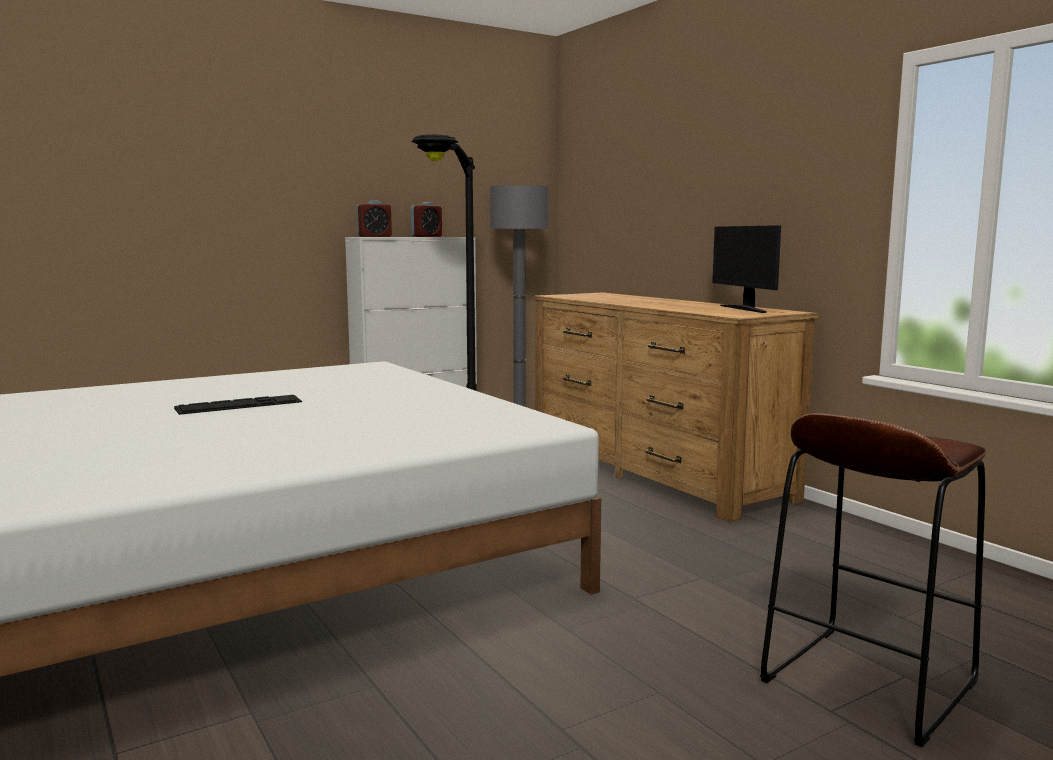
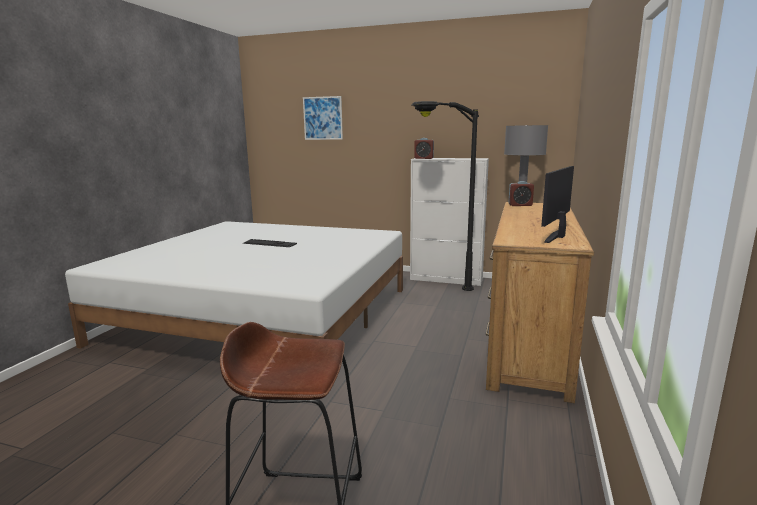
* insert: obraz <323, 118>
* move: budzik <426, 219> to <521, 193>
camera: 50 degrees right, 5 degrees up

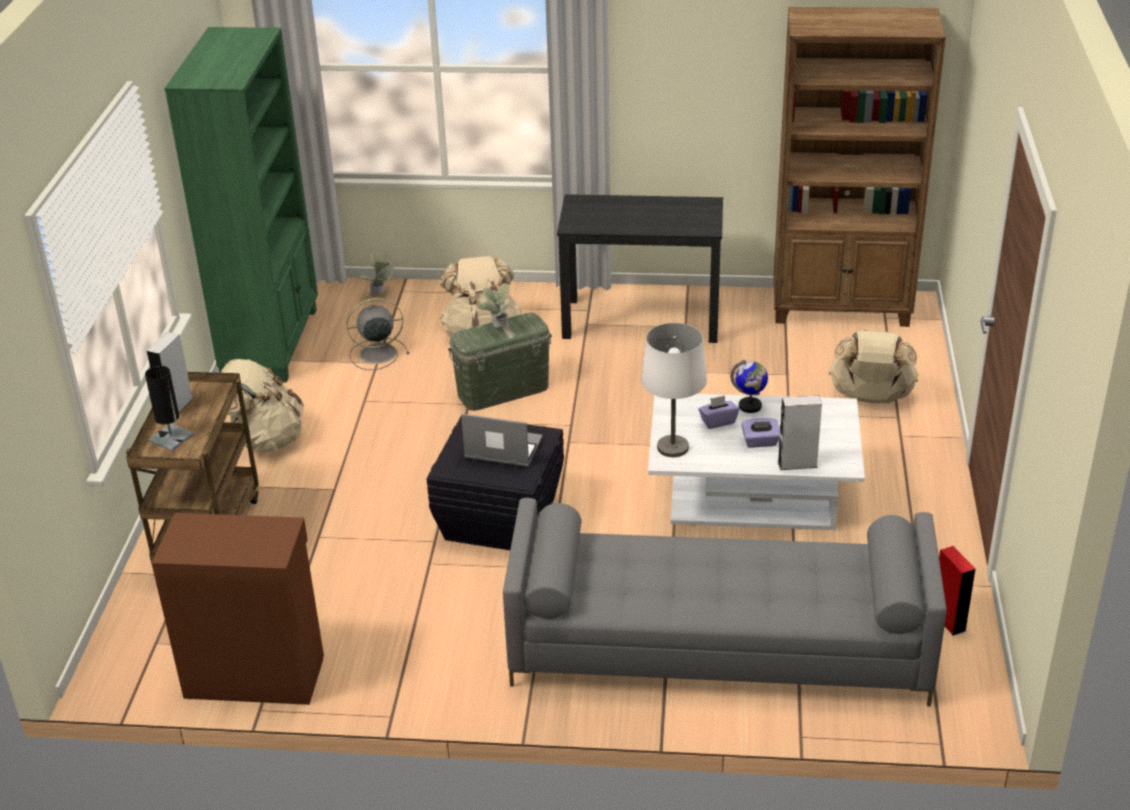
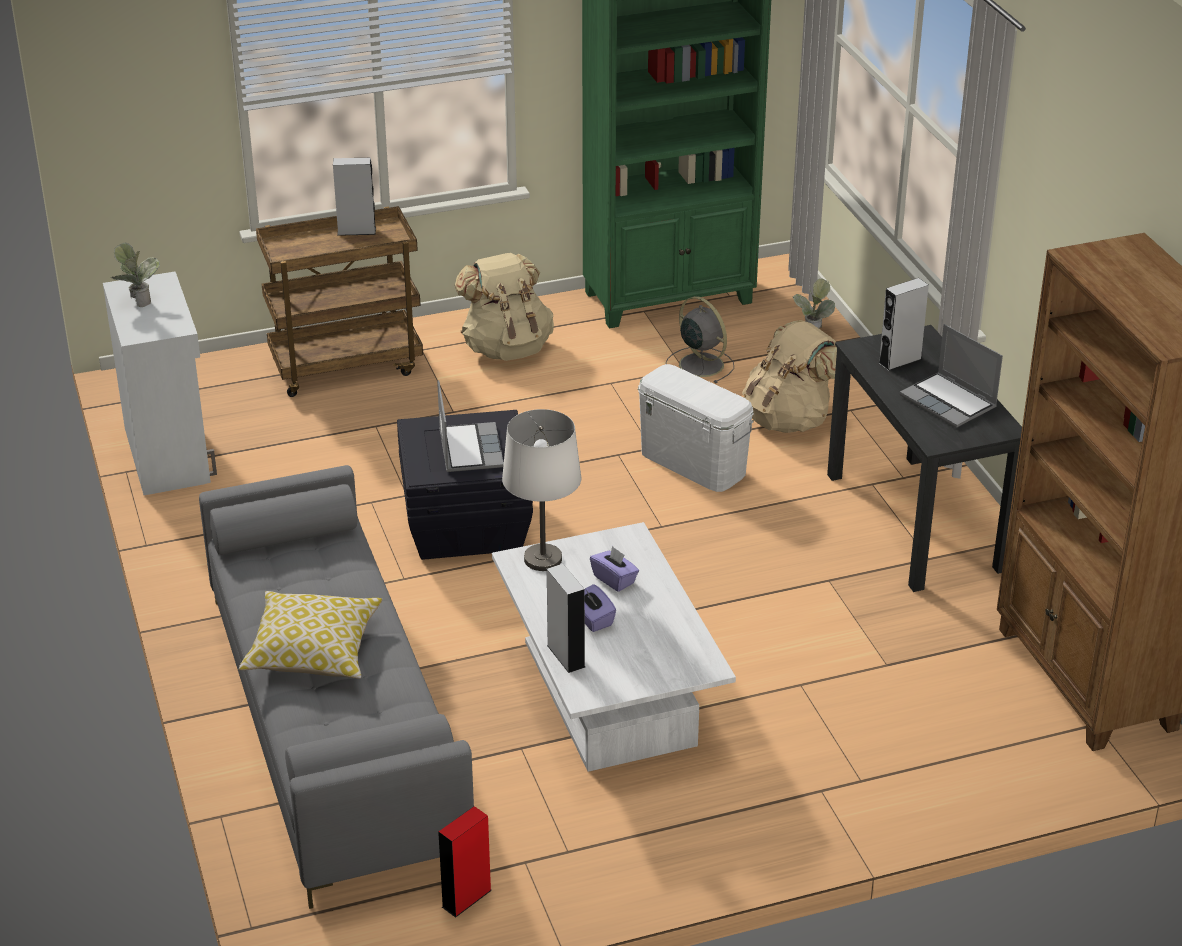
* delete: lampa stołowa/czarny <169, 408>
* delete: globus <749, 386>
* delete: plecak/beżowy <873, 366>
* insert: poduszka <310, 635>
* insert: głośnik/szary <904, 324>
* insert: laptop <951, 376>
* move: roślina doniczkowa <494, 306> to <135, 274>
* recolor: szafka/brązowy <238, 609> to szafka/biały <160, 383>
* recolor: pojemnik do przechowywania/zielony <500, 362> to pojemnik do przechowywania/biały <696, 428>
camera: 65 degrees right, 0 degrees up

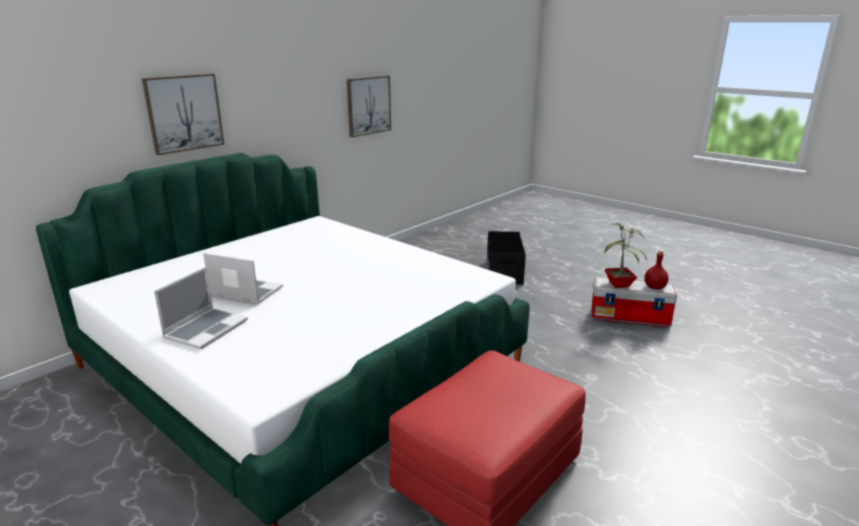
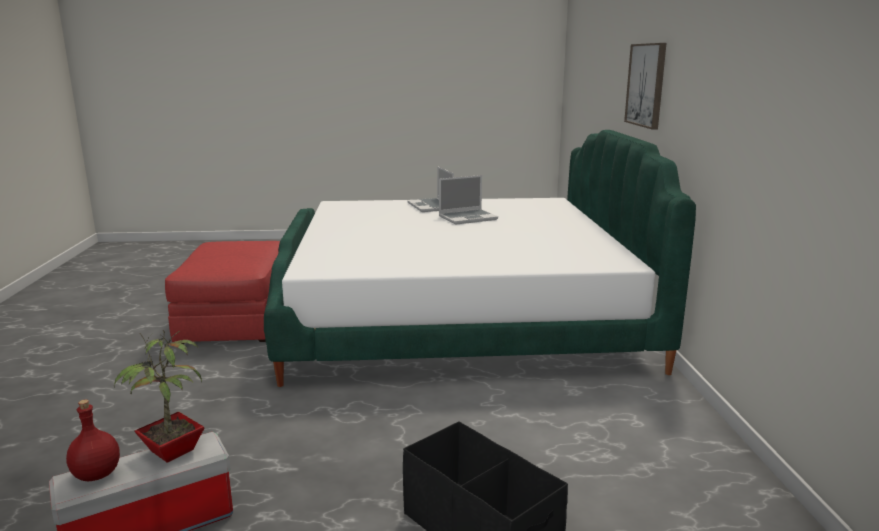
* delete: obraz <369, 106>
camera: 135 degrees right, 5 degrees down

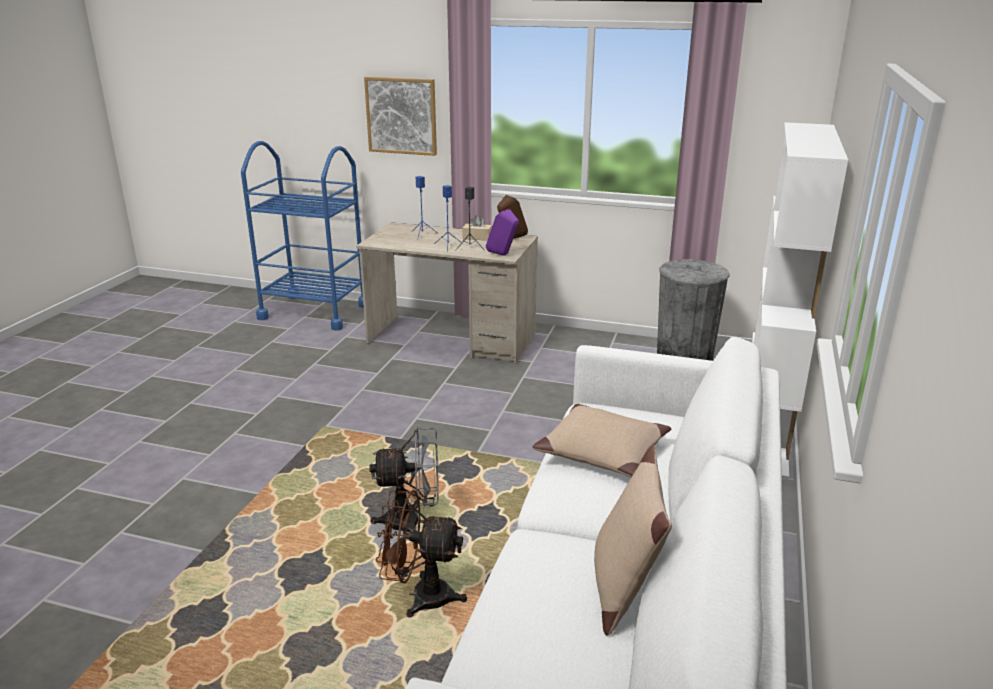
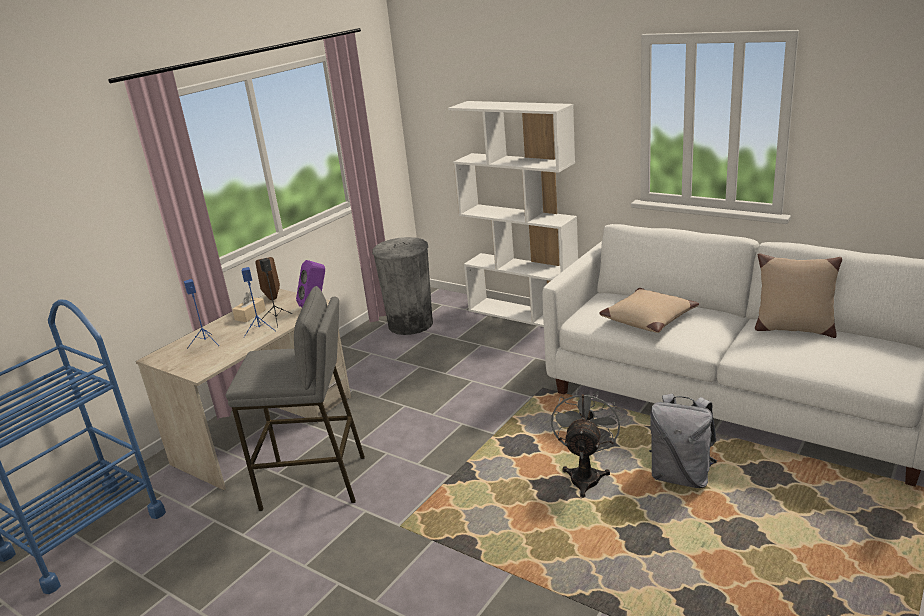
* delete: obraz <400, 116>
* insert: stołek/szary <295, 398>
* replace: wentylator/brązowy <421, 554> to plecak/szary <683, 440>
camera: 70 degrees left, 0 degrees up

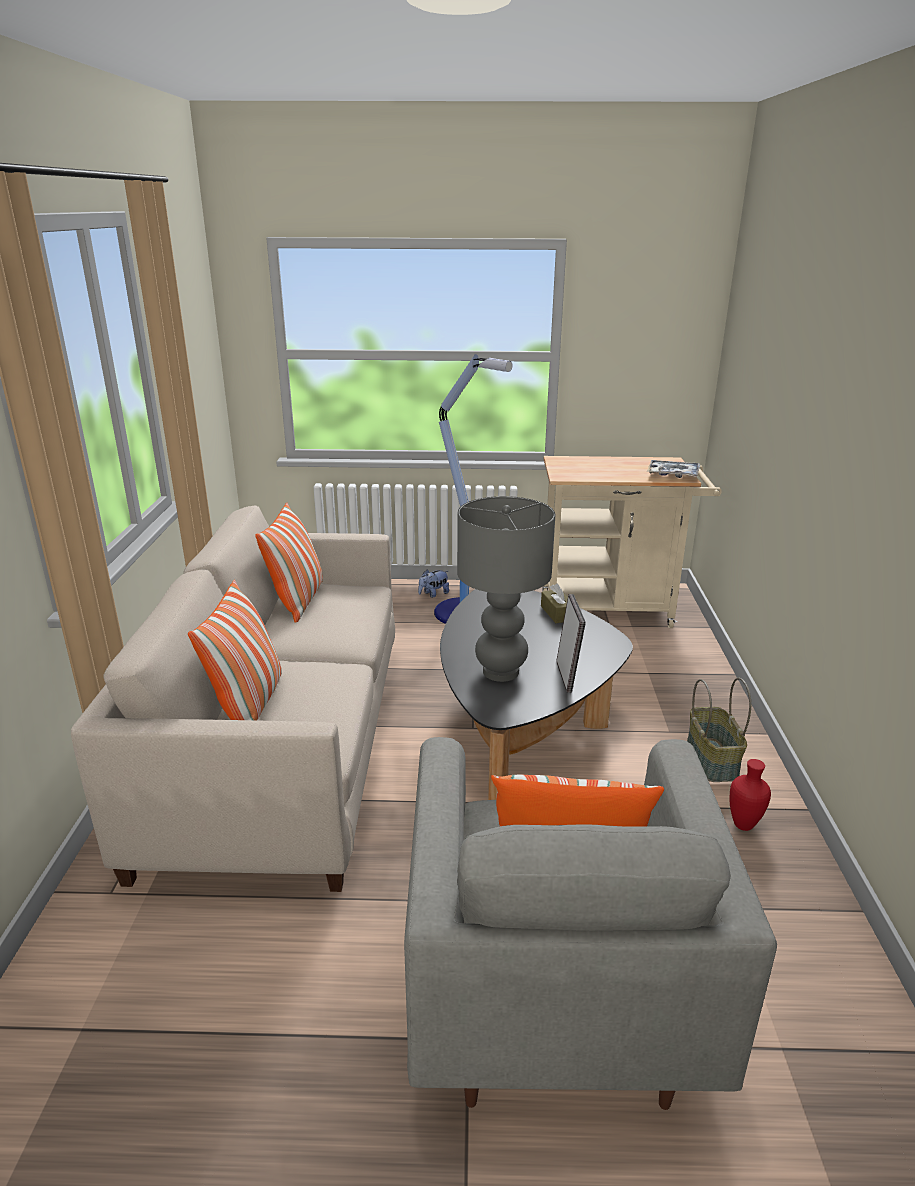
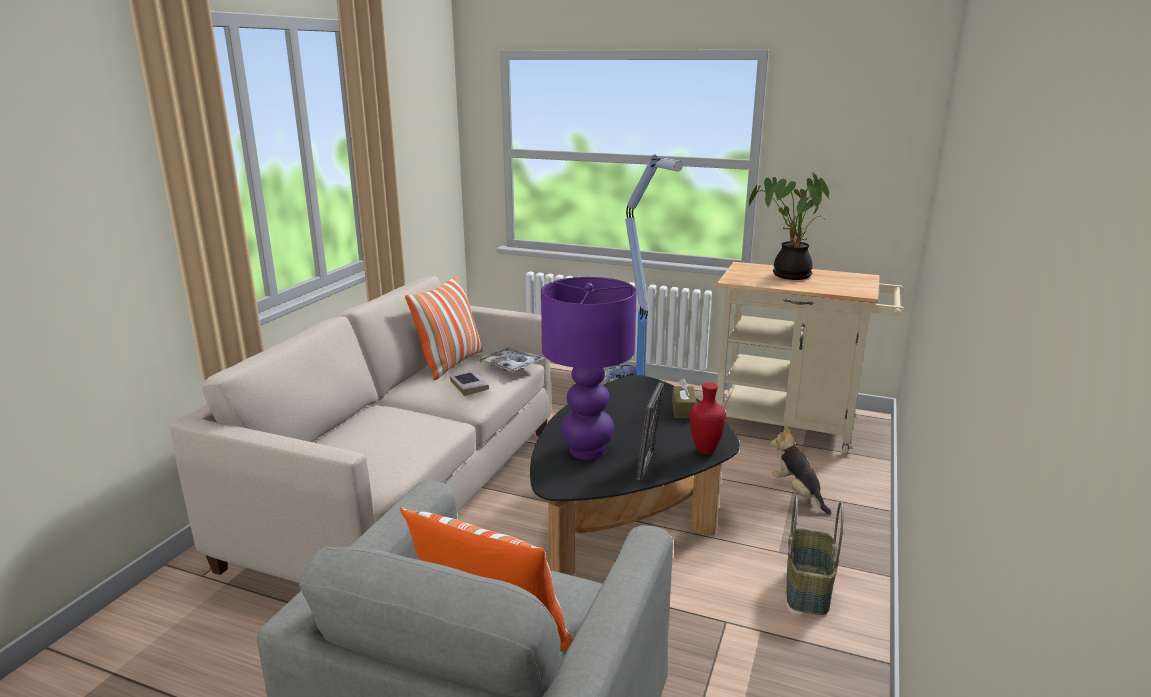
* delete: poduszka <235, 650>
* insert: książka <469, 383>
* insert: roślina doniczkowa <789, 226>
* insert: pluszak <800, 470>
* move: taca <673, 469> to <510, 360>
* move: wazon/czerwony <750, 795> to <708, 419>
* recolor: lampa stołowa/szary <506, 589> to lampa stołowa/fioletowy <588, 368>
camera: 20 degrees right, 5 degrees down

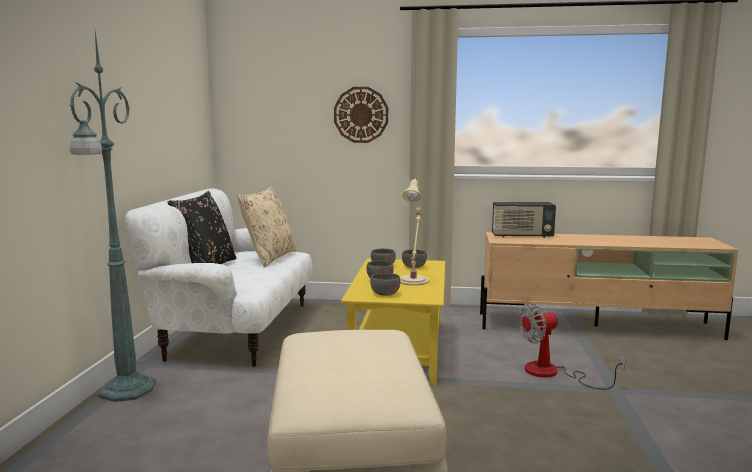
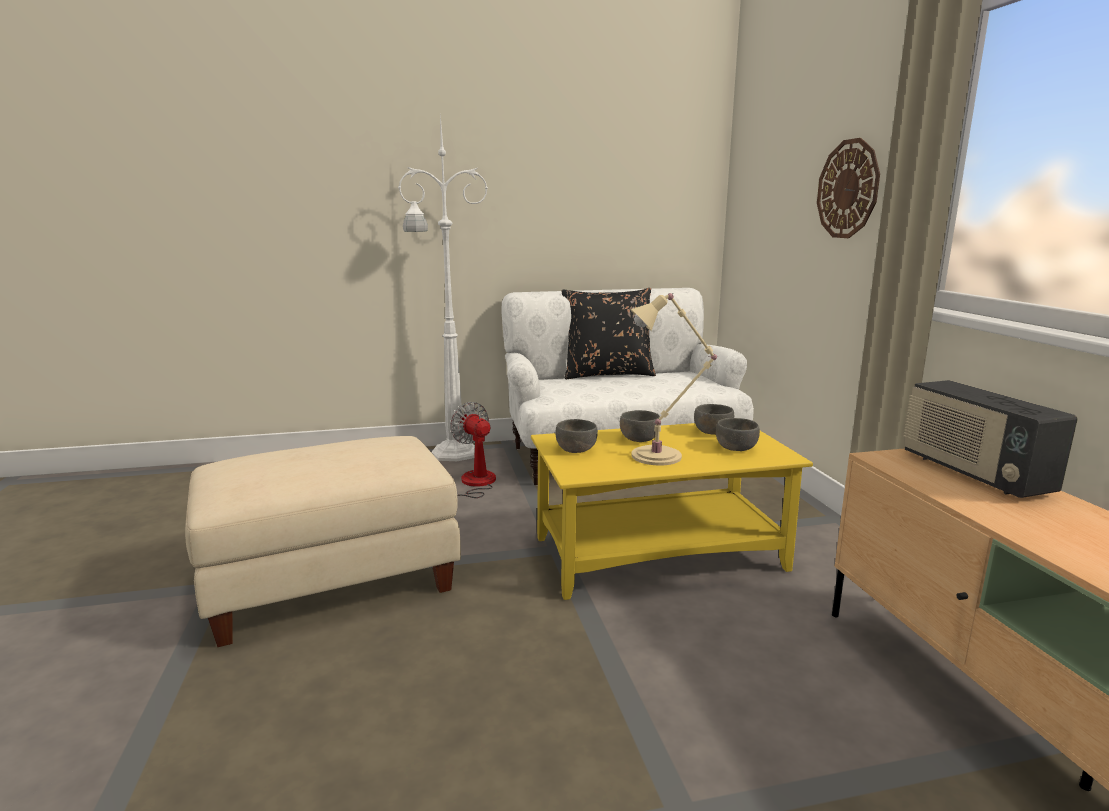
* delete: poduszka/beżowy <266, 227>
* move: wentylator <572, 346> to <473, 450>
* recolor: lampa stojąca/zielony <113, 217> to lampa stojąca/biały <443, 287>
camera: 70 degrees right, 5 degrees up

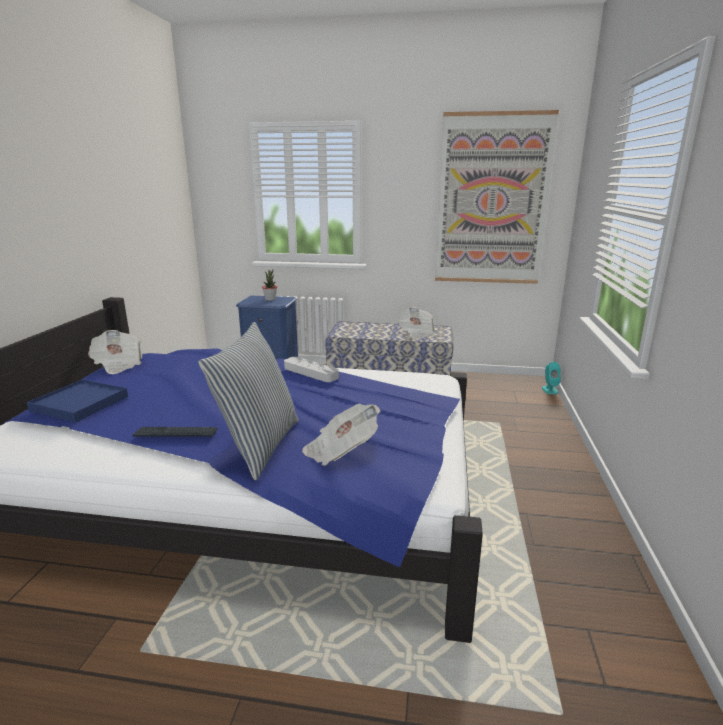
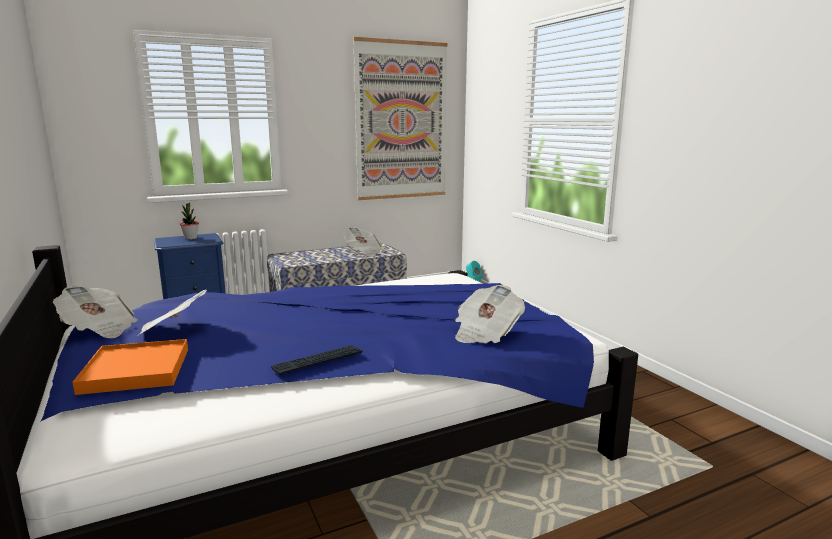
* delete: poduszka <248, 401>
* delete: taca/szary <311, 369>
* insert: gazeta <173, 312>
* recolor: taca/niebieski <77, 400> to taca/pomarańczowy <130, 367>
camera: 35 degrees left, 5 degrees down

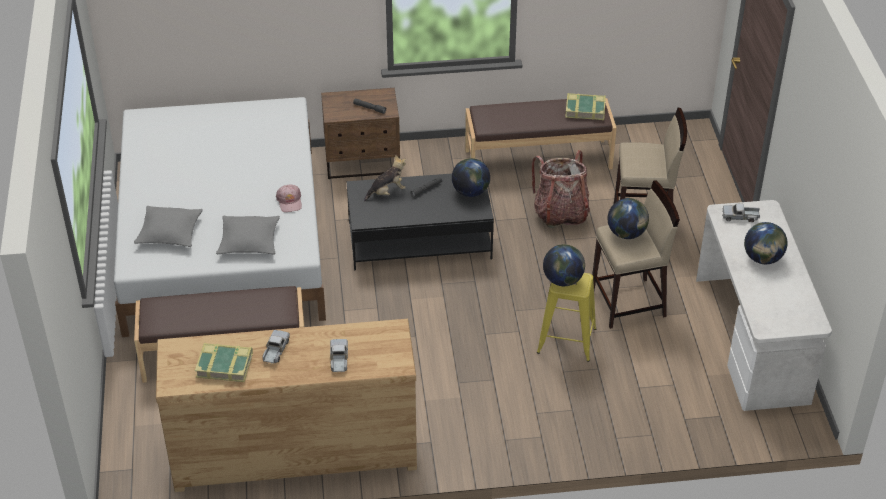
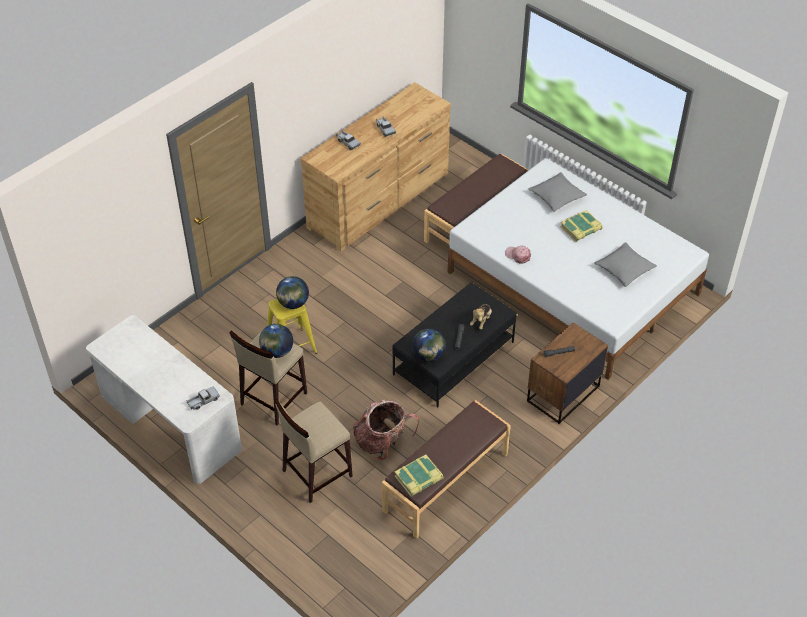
* delete: globus <765, 243>
* move: książka <224, 362> to <581, 226>
* move: poduszka/szary <248, 235> to <625, 264>
camera: 140 degrees right, 5 degrees up

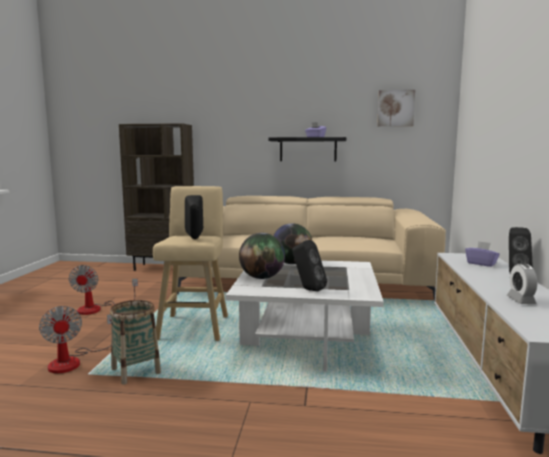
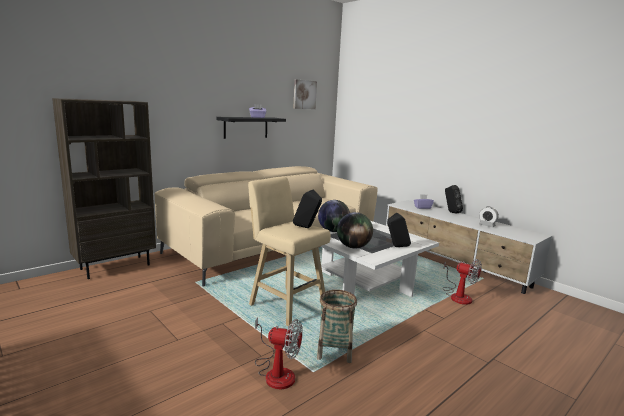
* move: wentylator <103, 290> to <462, 282>
camera: 50 degrees left, 5 degrees up

